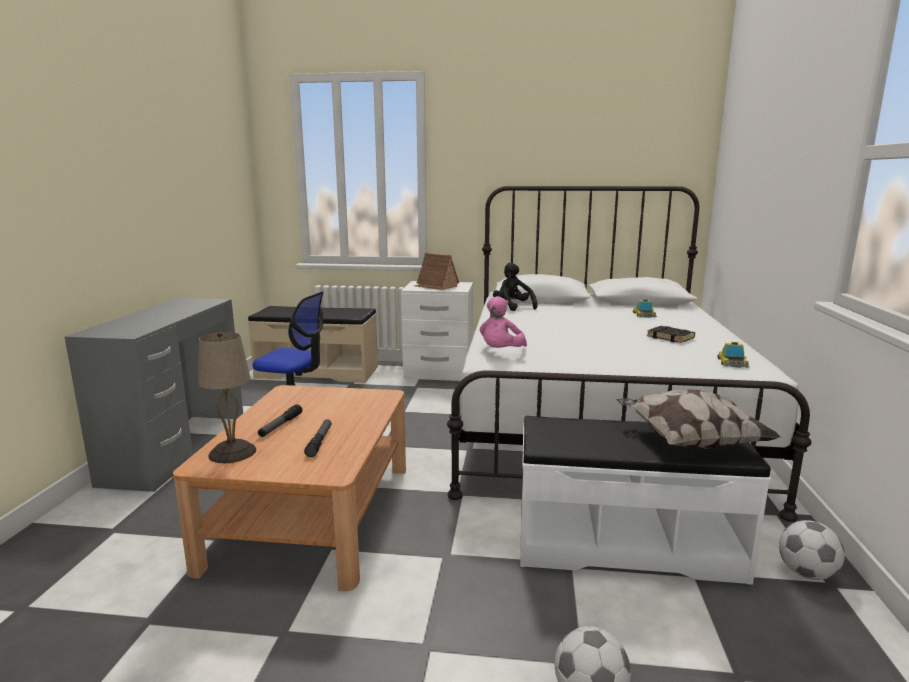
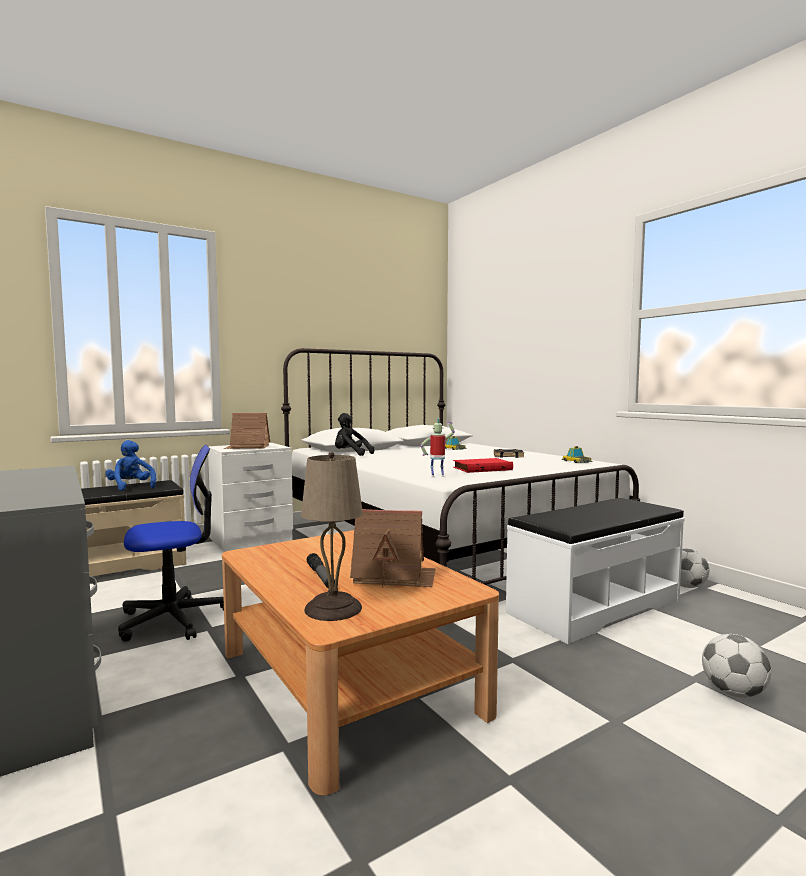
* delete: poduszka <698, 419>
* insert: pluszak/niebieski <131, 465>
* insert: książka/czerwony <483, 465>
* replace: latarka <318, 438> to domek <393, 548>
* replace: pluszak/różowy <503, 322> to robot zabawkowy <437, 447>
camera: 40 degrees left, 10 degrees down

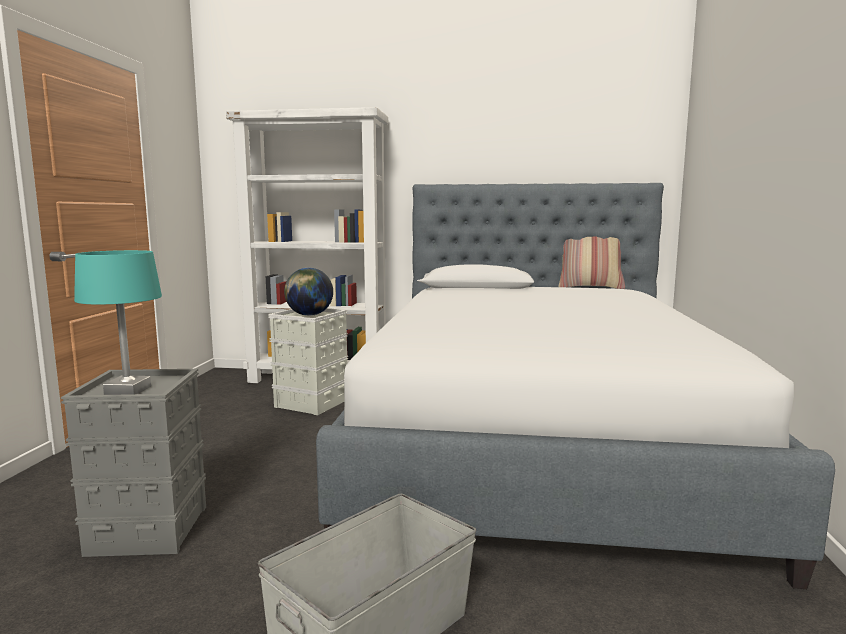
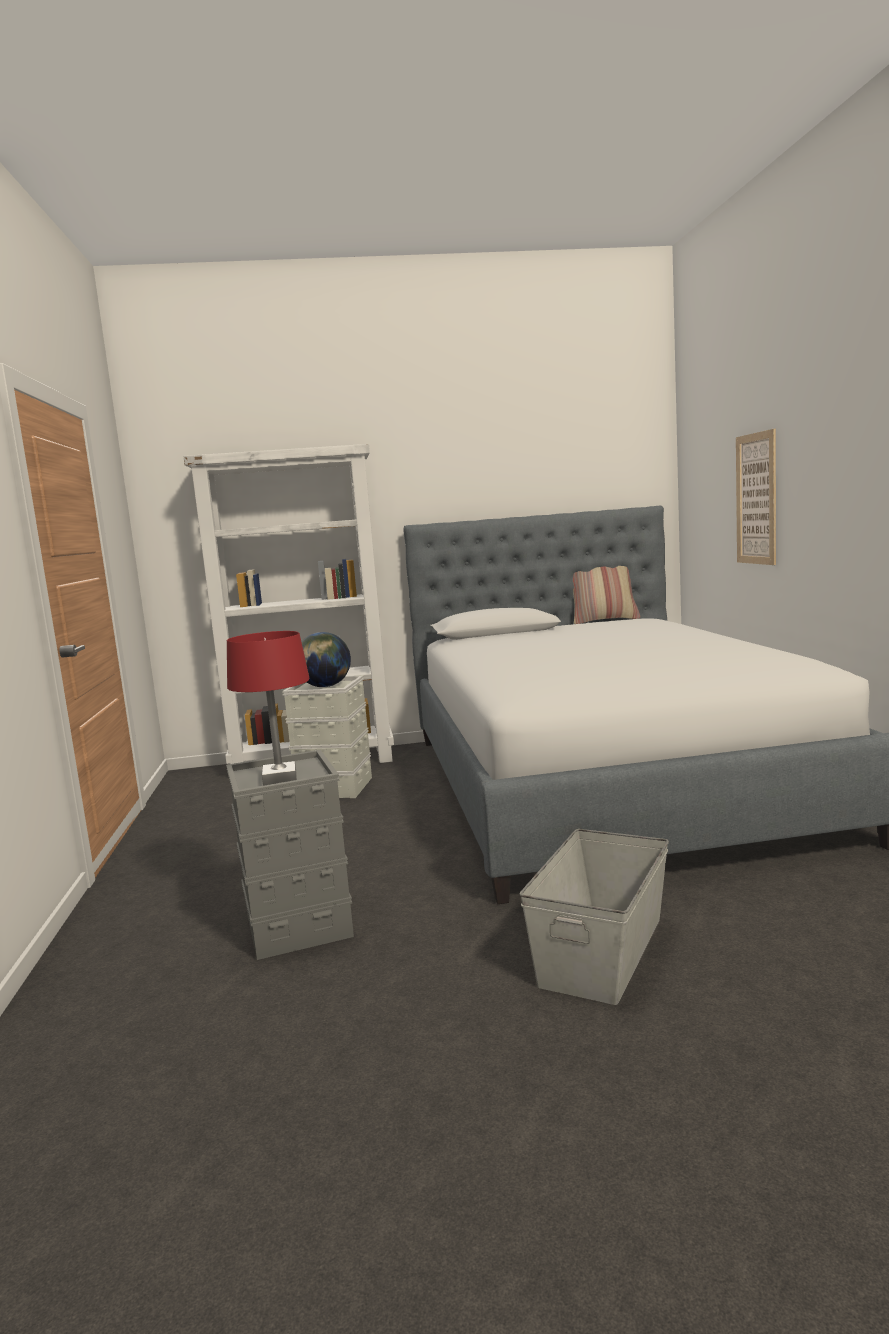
* insert: obraz <756, 497>
* recolor: lampa stołowa/turkusowy <118, 322> to lampa stołowa/czerwony <268, 708>
camera: 15 degrees left, 0 degrees up

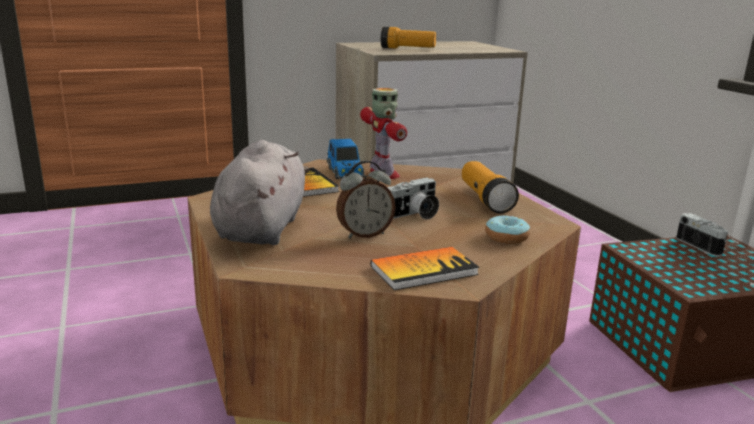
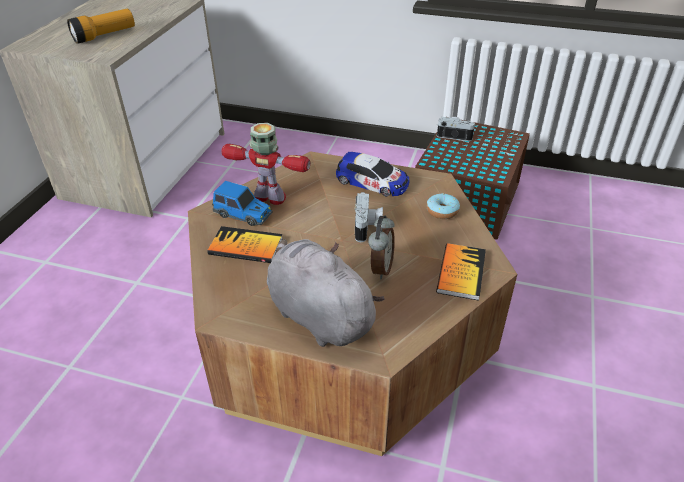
* replace: latarka <490, 187> to samochodzik <372, 174>
camera: 50 degrees left, 20 degrees up

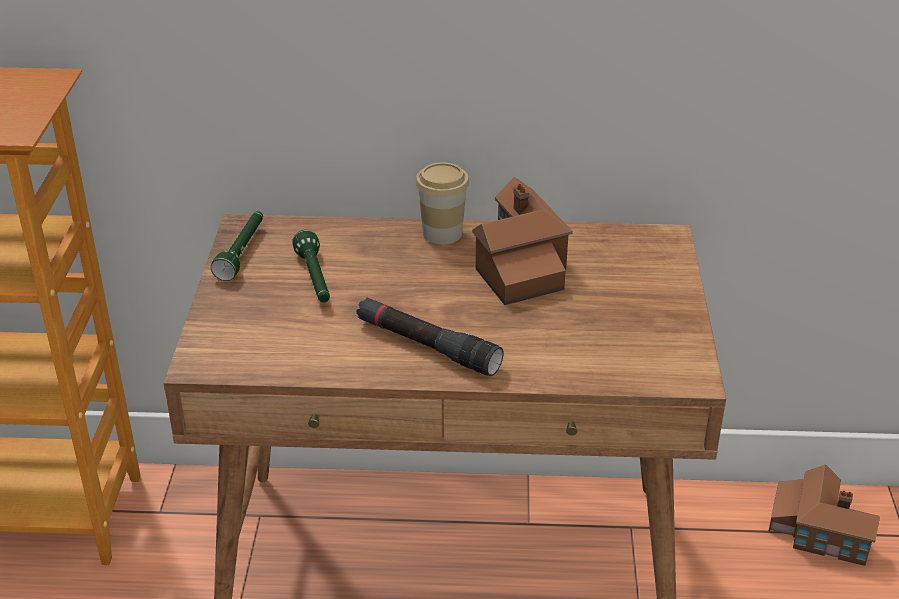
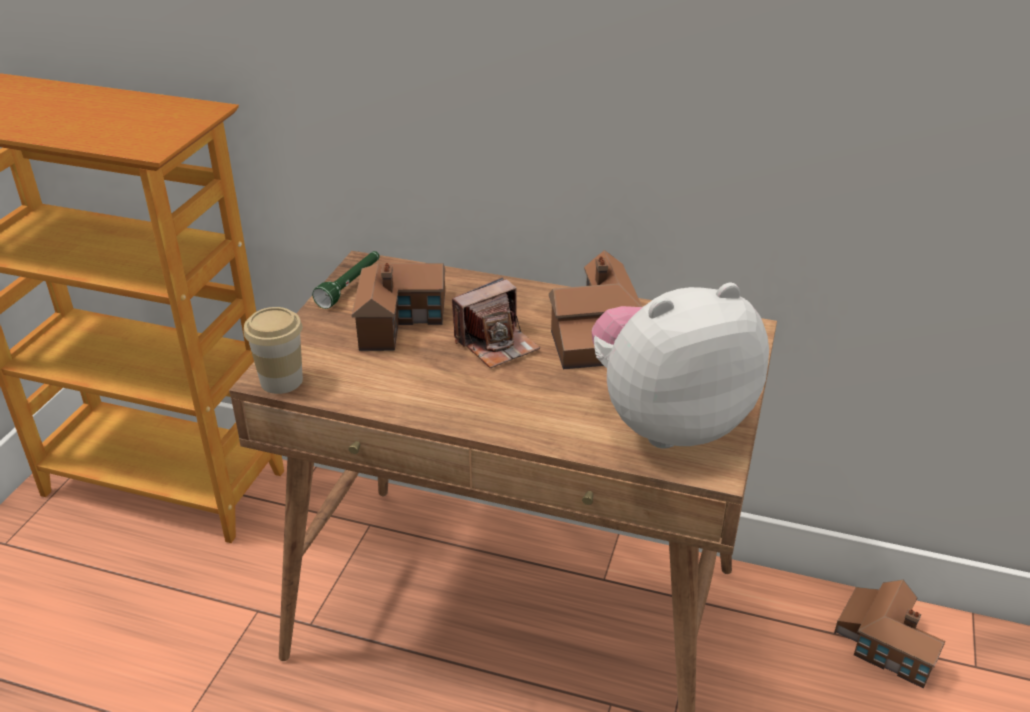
* delete: latarka/czarny <430, 336>
* insert: aparat fotograficzny <496, 322>
* insert: pluszak <680, 366>
* move: filiżanka <442, 203> to <273, 350>
* replace: latarka/zielony <311, 266> to domek <398, 307>
camera: 15 degrees right, 0 degrees up

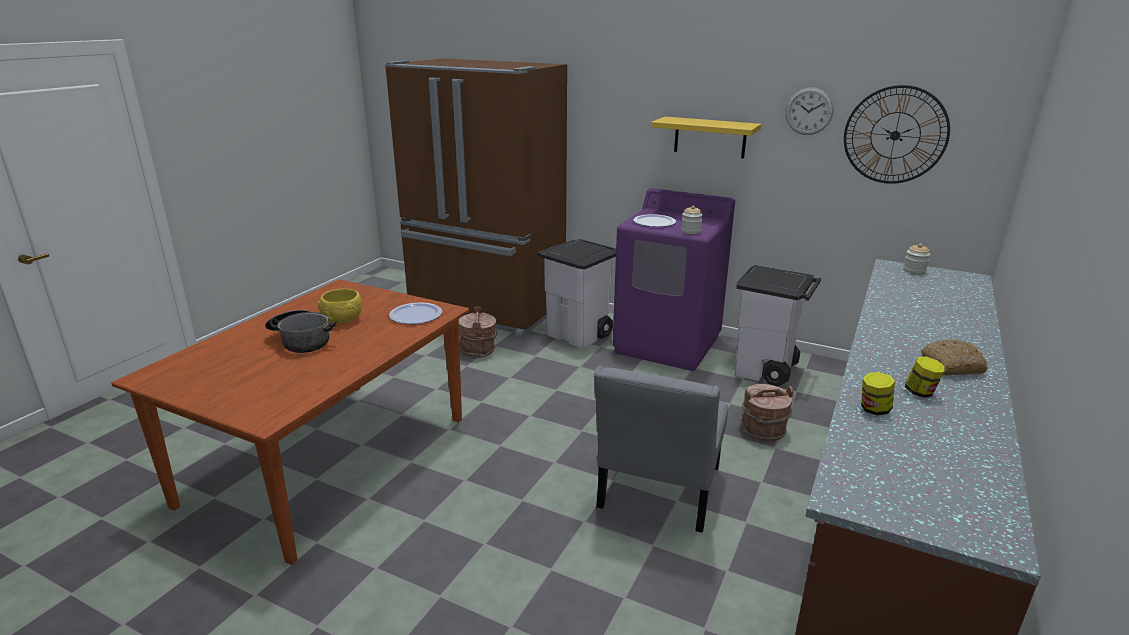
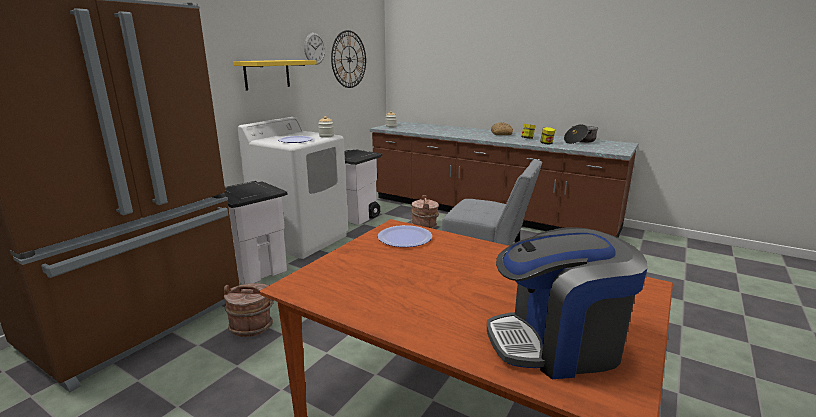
* delete: miska/żółty <340, 306>
* insert: ekspres do kawy <567, 303>
* move: garnek <301, 331> to <581, 134>
* recolor: pralka/fioletowy <673, 279> to pralka/biały <293, 188>
camera: 85 degrees left, 5 degrees down

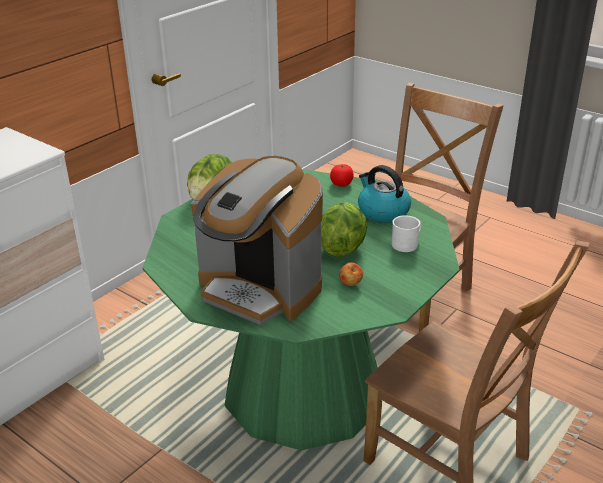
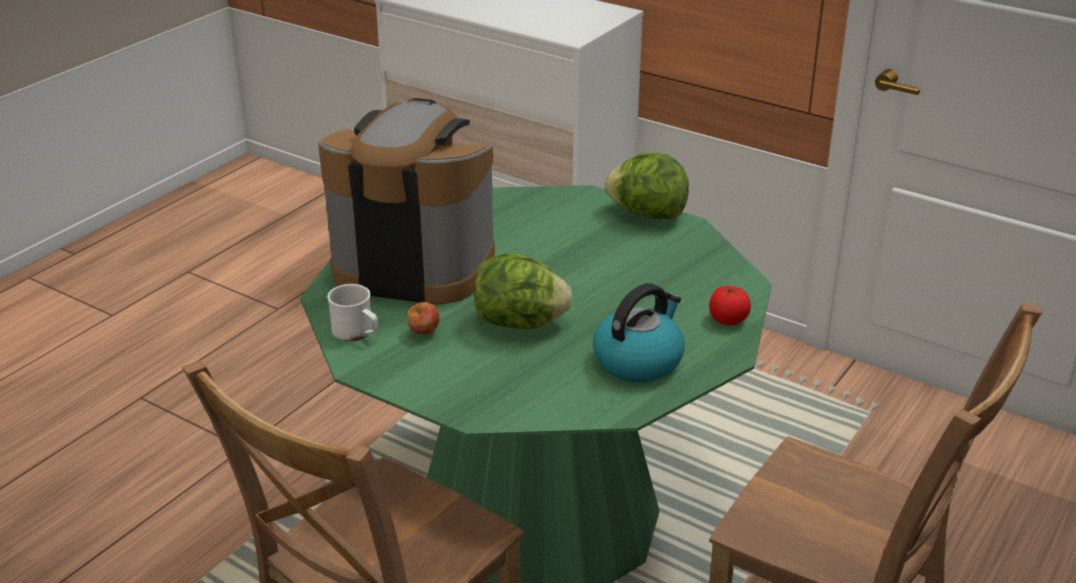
* move: kubek/biały <407, 233> to <352, 312>
* rotate: ekspres do kawy <257, 240> = <406, 201> 75 degrees clockwise
camera: 85 degrees right, 0 degrees up

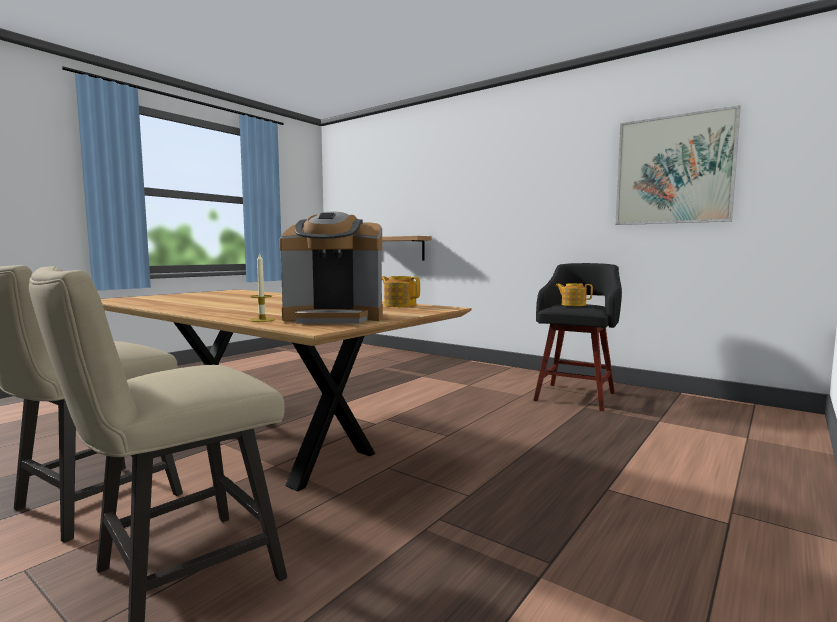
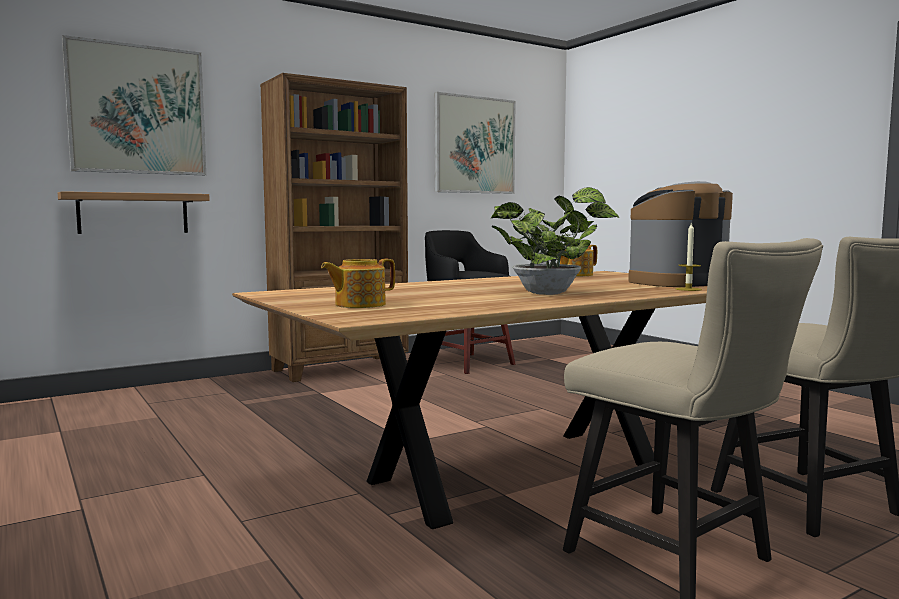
* insert: obraz <134, 105>
* insert: regał/brązowy <334, 227>
* insert: roślina doniczkowa <554, 241>
* move: imbryk <574, 294> to <358, 283>
* rotate: ekspres do kawy <331, 267> = <680, 234> 135 degrees counterclockwise
camera: 70 degrees left, 0 degrees up

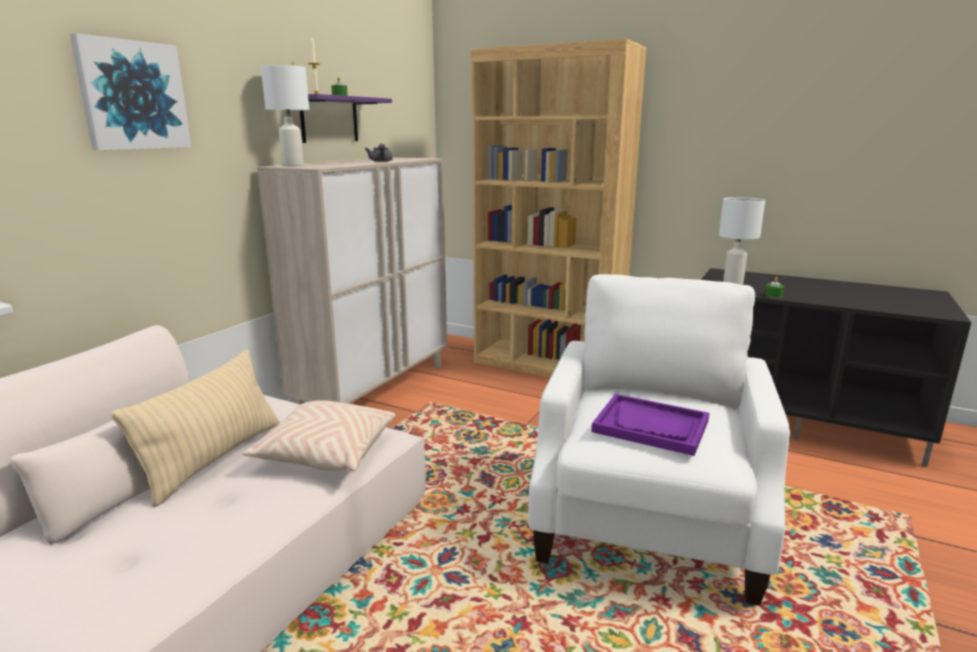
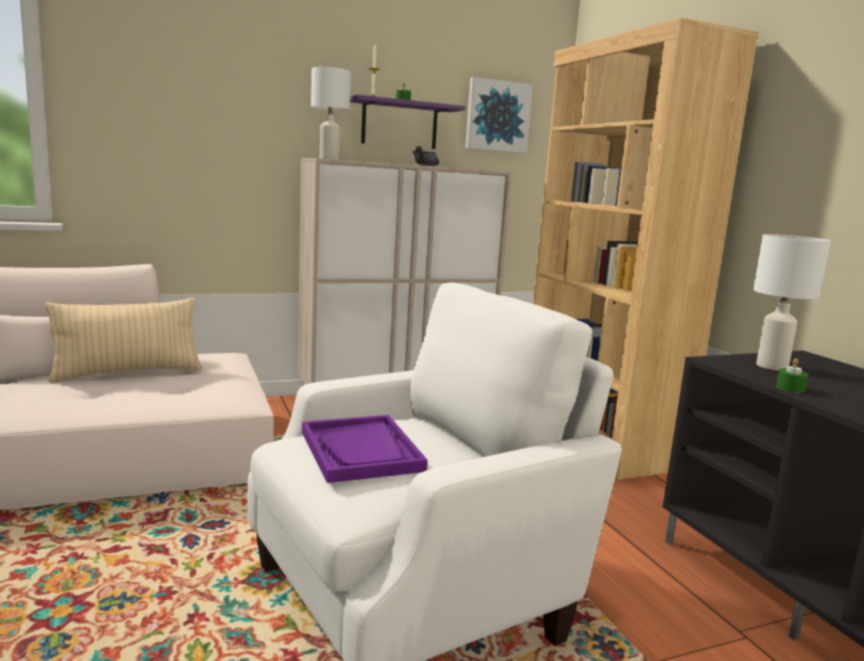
* delete: poduszka/beżowy <318, 435>
* move: obraz <130, 91> to <499, 115>
camera: 40 degrees right, 5 degrees down

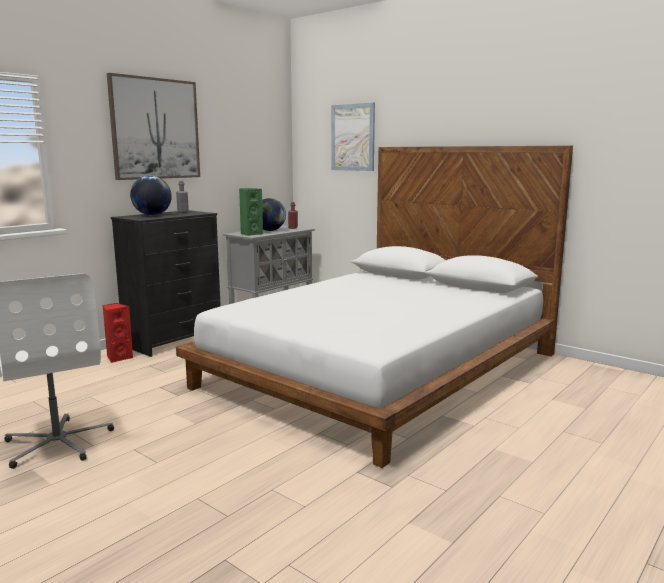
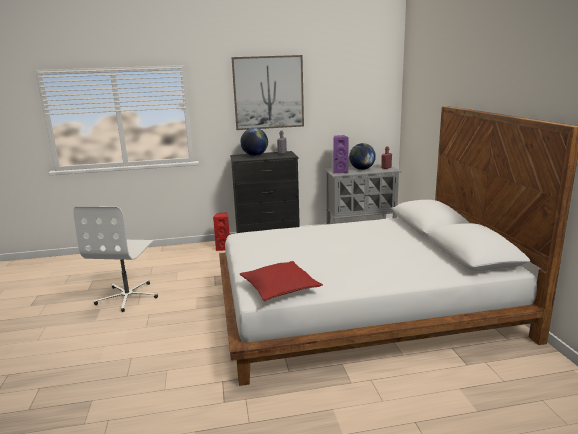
* delete: obraz <353, 136>
* insert: poduszka/czerwony <281, 281>
* recolor: głośnik/zielony <251, 212> to głośnik/fioletowy <341, 154>
camera: 40 degrees right, 5 degrees up

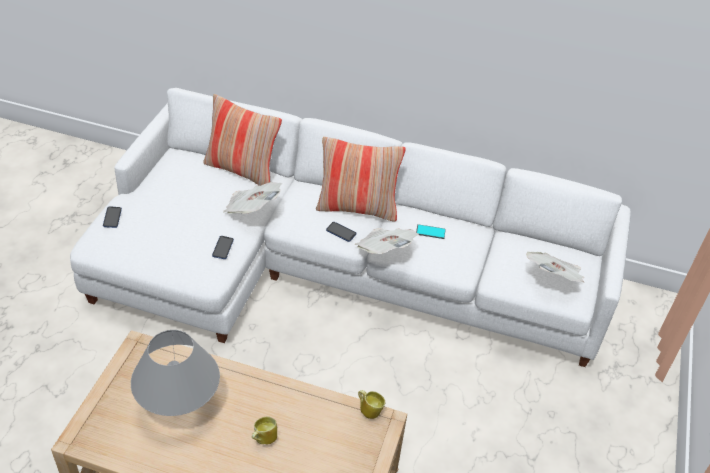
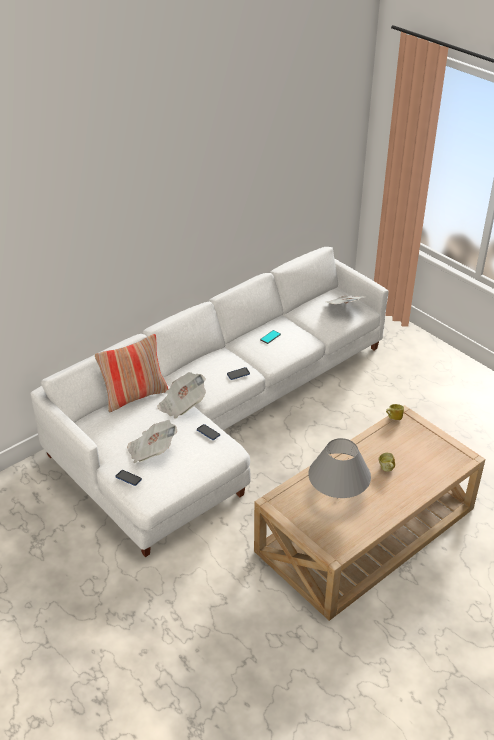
* delete: poduszka <361, 179>
* move: gazeta <386, 241> to <152, 441>
camera: 55 degrees left, 5 degrees down

